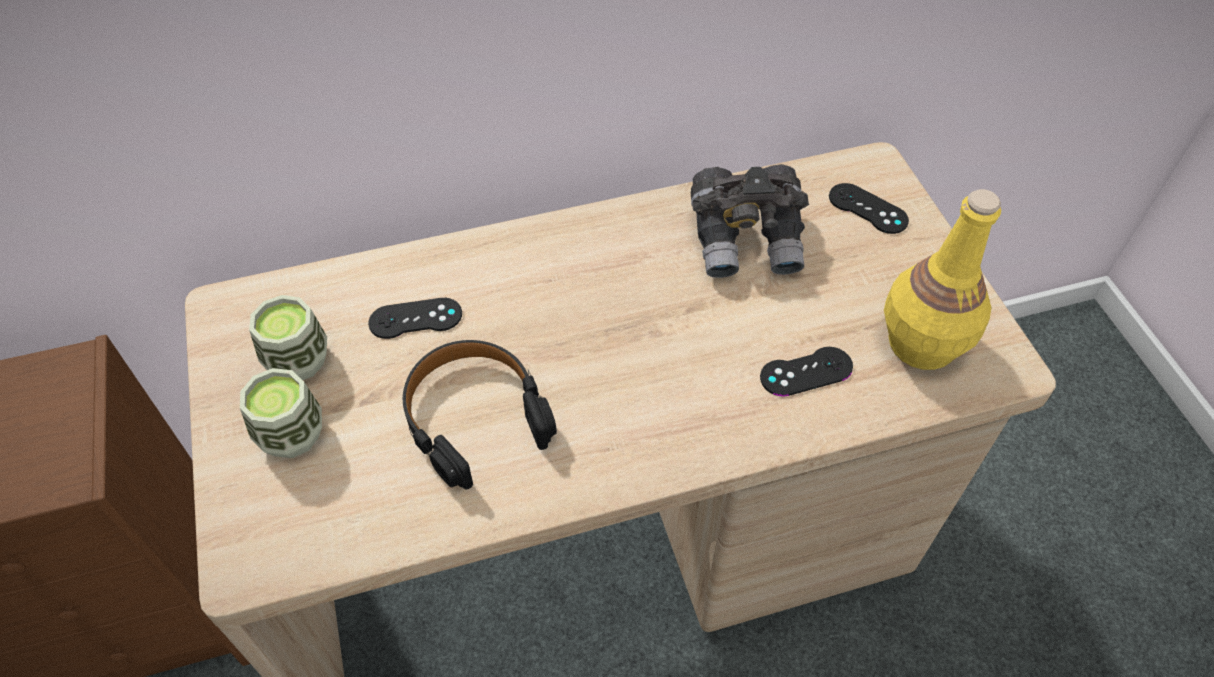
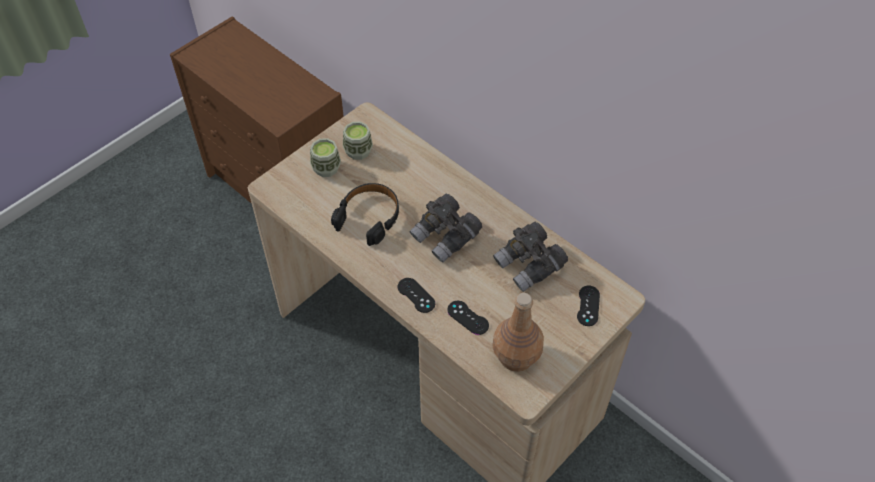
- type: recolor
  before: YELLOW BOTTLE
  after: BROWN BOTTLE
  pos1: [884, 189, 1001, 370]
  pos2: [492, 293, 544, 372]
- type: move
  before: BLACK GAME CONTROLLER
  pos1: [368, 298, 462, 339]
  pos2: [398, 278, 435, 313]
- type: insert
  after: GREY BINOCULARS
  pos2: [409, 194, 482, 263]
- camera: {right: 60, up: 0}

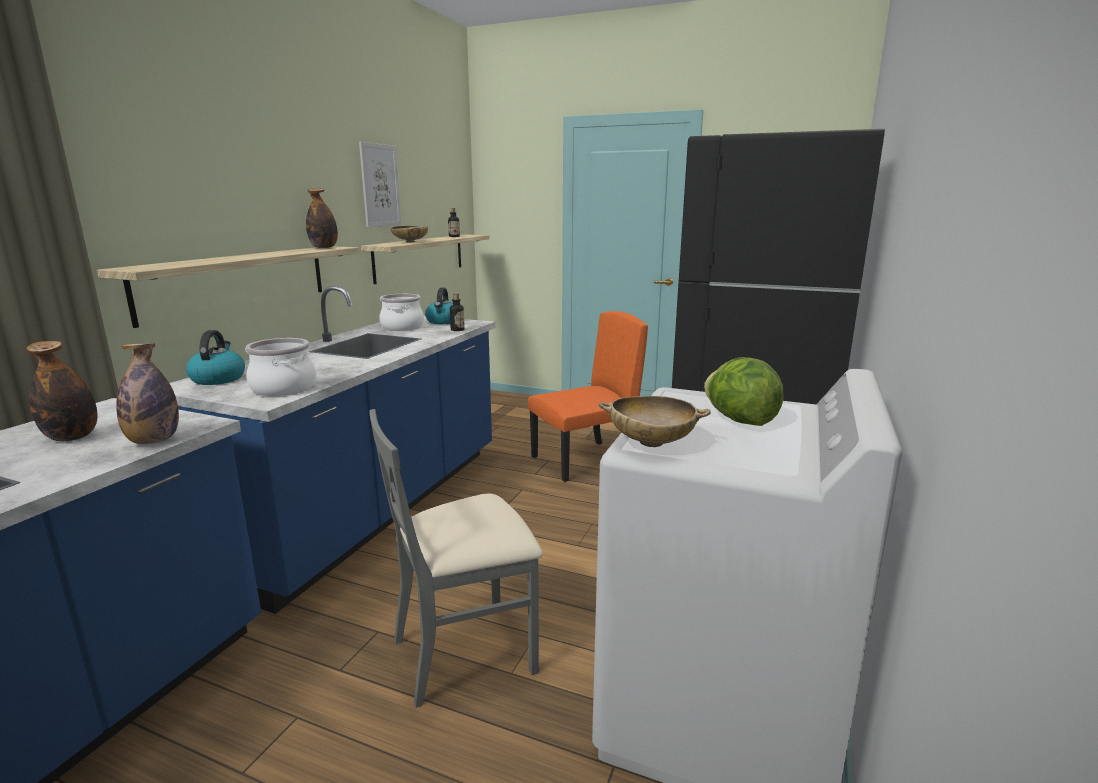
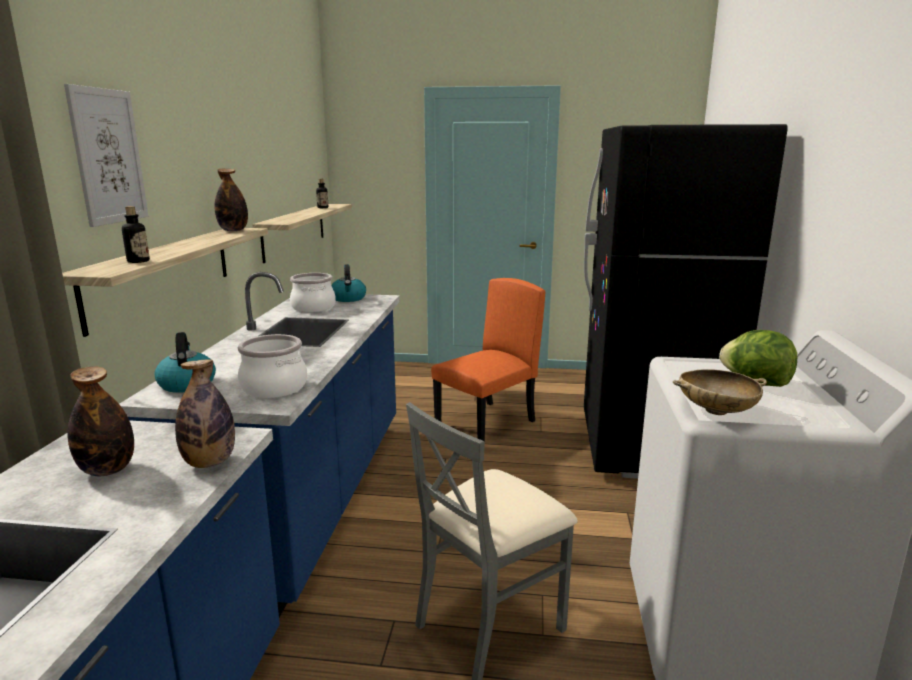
- type: move
  before: PICTURE
  pos1: [359, 142, 401, 227]
  pos2: [64, 84, 148, 227]
- type: delete
  before: BEIGE BOWL
  pos1: [391, 225, 428, 242]
- type: move
  before: BOTTLE
  pos1: [450, 294, 465, 331]
  pos2: [122, 206, 150, 263]
- camera: {right: -15, up: 0}

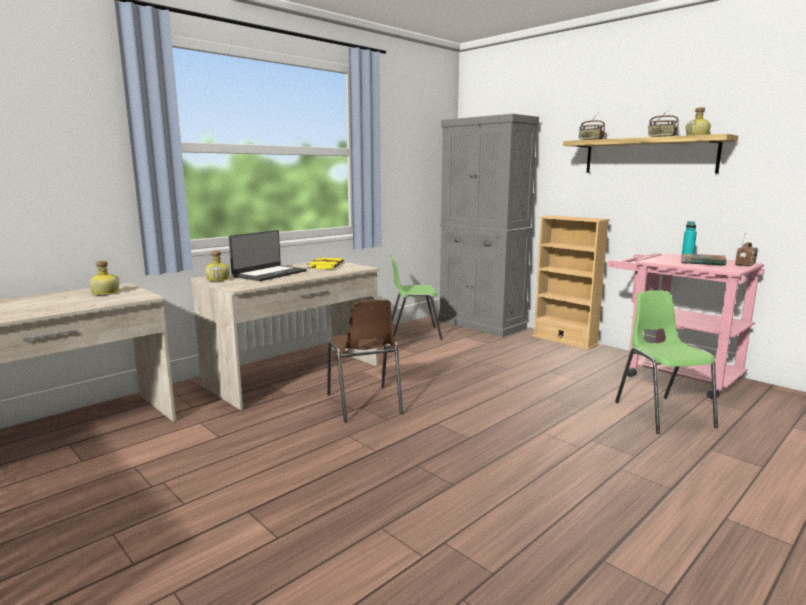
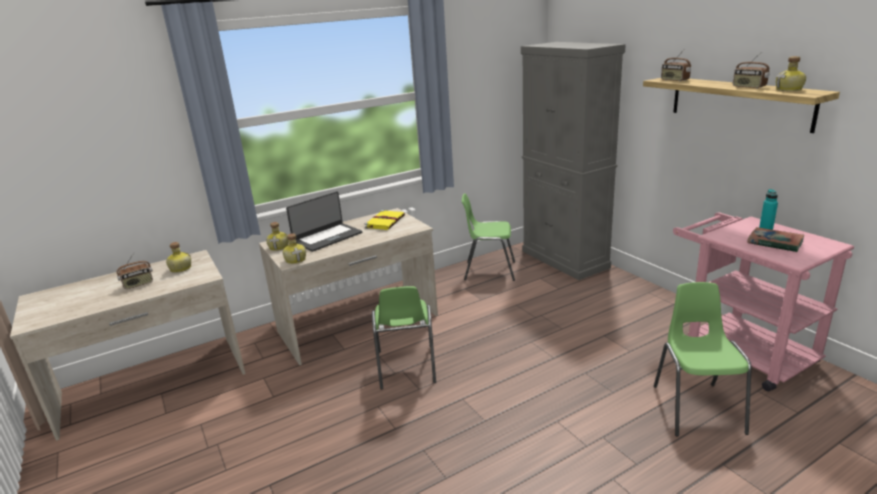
- type: delete
  before: BEIGE BOOKCASE
  pos1: [532, 215, 610, 350]
- type: move
  before: RADIO
  pos1: [735, 233, 758, 267]
  pos2: [116, 253, 153, 289]
- type: recolor
  before: BROWN CHAIR
  after: GREEN CHAIR
  pos1: [327, 299, 403, 422]
  pos2: [372, 286, 436, 389]
- type: insert
  after: BOTTLE
  pos2: [283, 233, 306, 264]
- camera: {right: 15, up: 10}

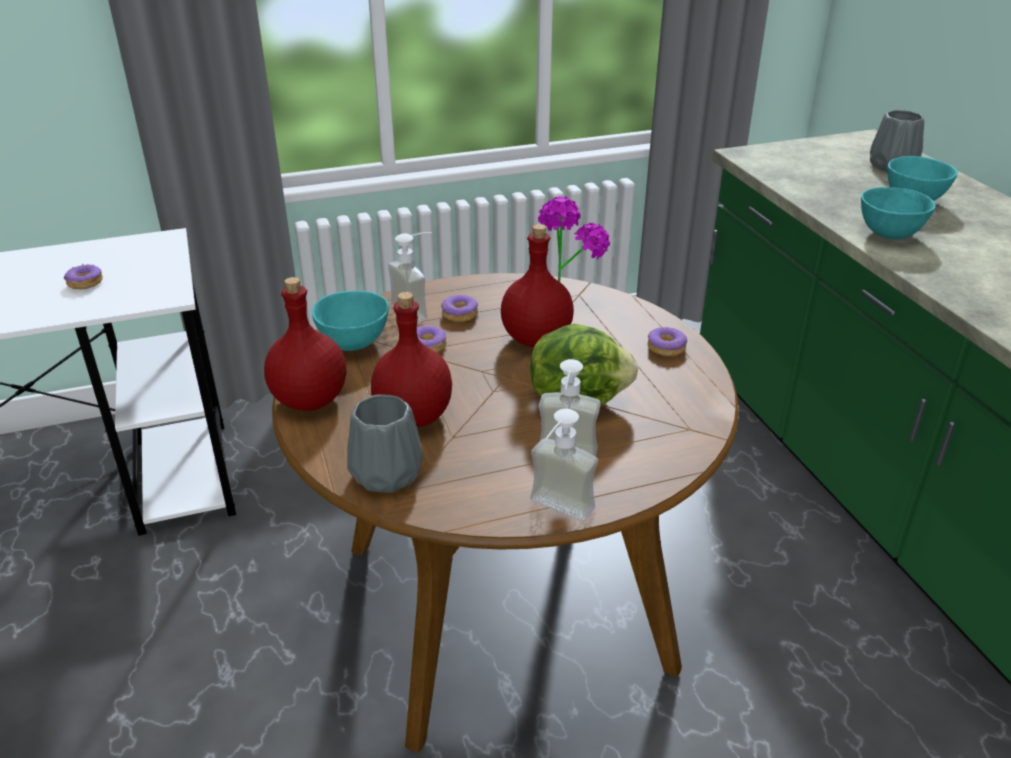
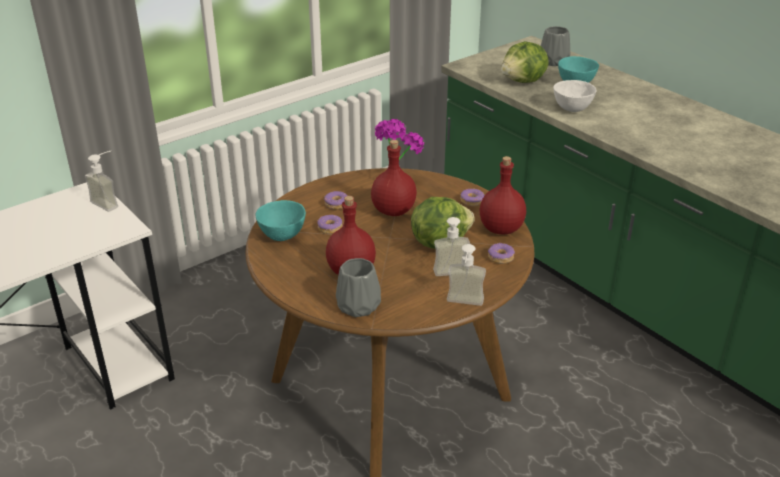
- type: recolor
  before: TURQUOISE BOWL
  after: WHITE BOWL
  pos1: [861, 187, 936, 239]
  pos2: [554, 80, 597, 112]
- type: move
  before: SOAP DISPENSER
  pos1: [388, 232, 432, 323]
  pos2: [85, 151, 118, 212]
- type: move
  before: DONUT
  pos1: [64, 264, 103, 289]
  pos2: [488, 243, 515, 264]
- type: move
  before: RED BOTTLE
  pos1: [264, 277, 346, 411]
  pos2: [479, 156, 526, 234]
- type: insert
  after: LETTUCE
  pos2: [501, 41, 549, 83]
- camera: {right: -20, up: 0}

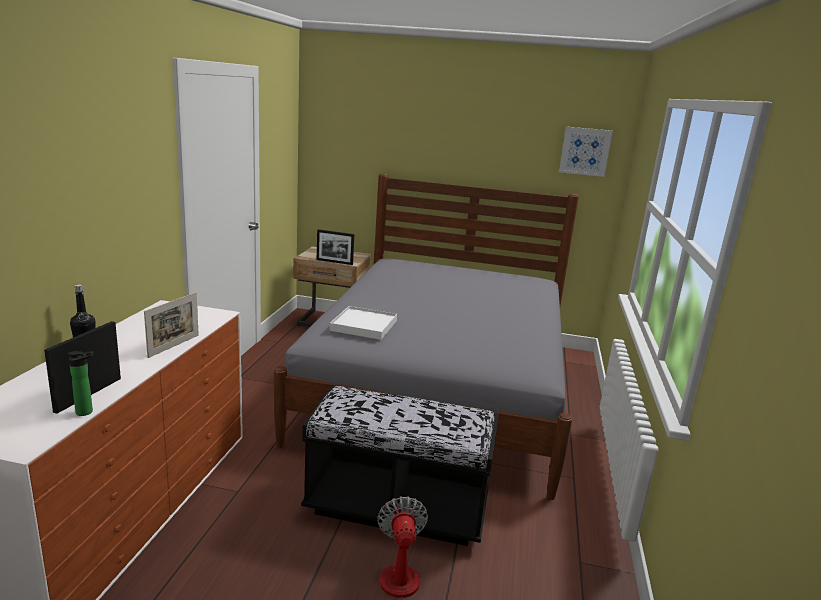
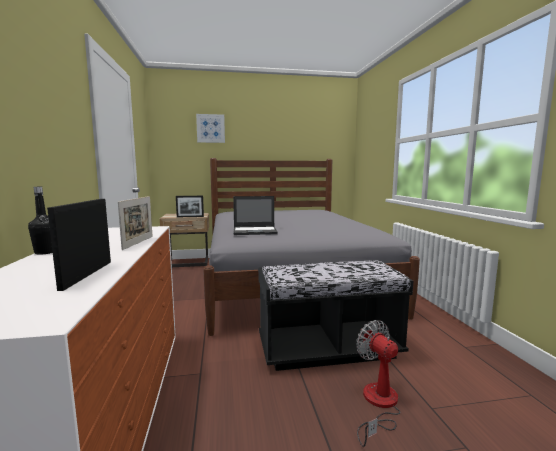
- type: move
  before: PICTURE
  pos1: [559, 127, 613, 177]
  pos2: [196, 114, 225, 143]
- type: replace
  before: WHITE TRAY
  after: LAPTOP
  pos1: [330, 306, 397, 340]
  pos2: [233, 196, 278, 235]
- type: delete
  before: BOTTLE
  pos1: [68, 351, 94, 416]
- camera: {right: -20, up: -10}

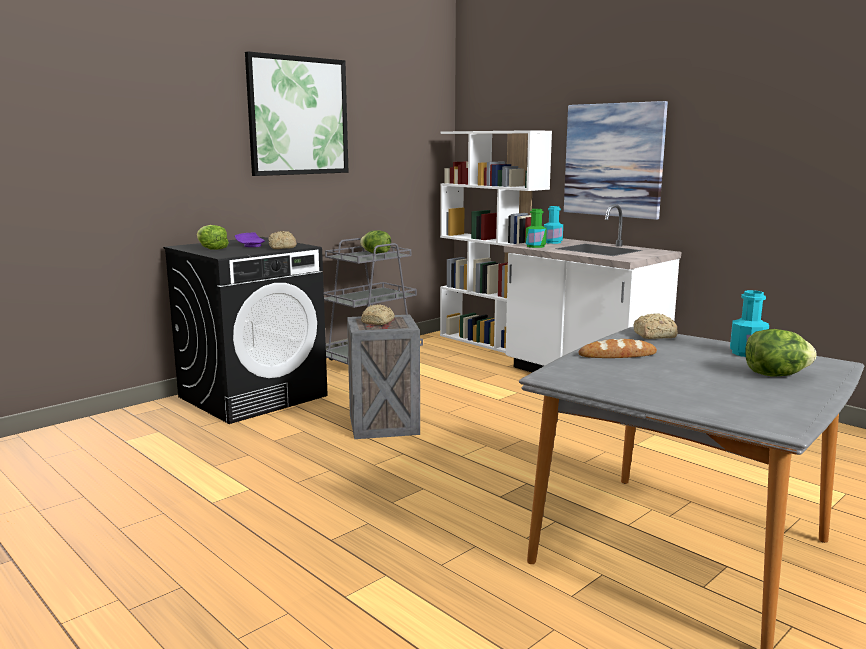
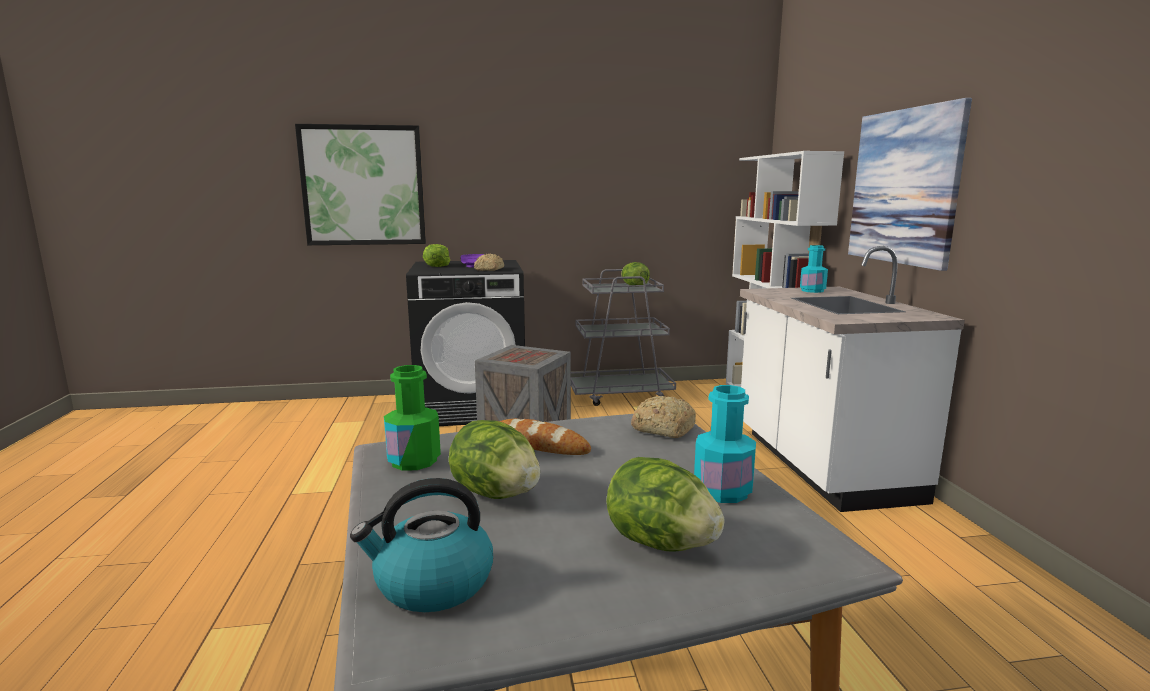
- type: move
  before: PICTURE
  pos1: [245, 51, 348, 176]
  pos2: [295, 124, 426, 245]
- type: move
  before: GREEN BOTTLE
  pos1: [525, 209, 547, 248]
  pos2: [384, 365, 441, 471]
- type: delete
  before: BREAD
  pos1: [361, 304, 395, 325]
- type: insert
  after: LETTUCE
  pos2: [448, 420, 540, 499]
- type: insert
  after: KETTLE
  pos2: [350, 478, 493, 612]
- camera: {right: 35, up: 0}

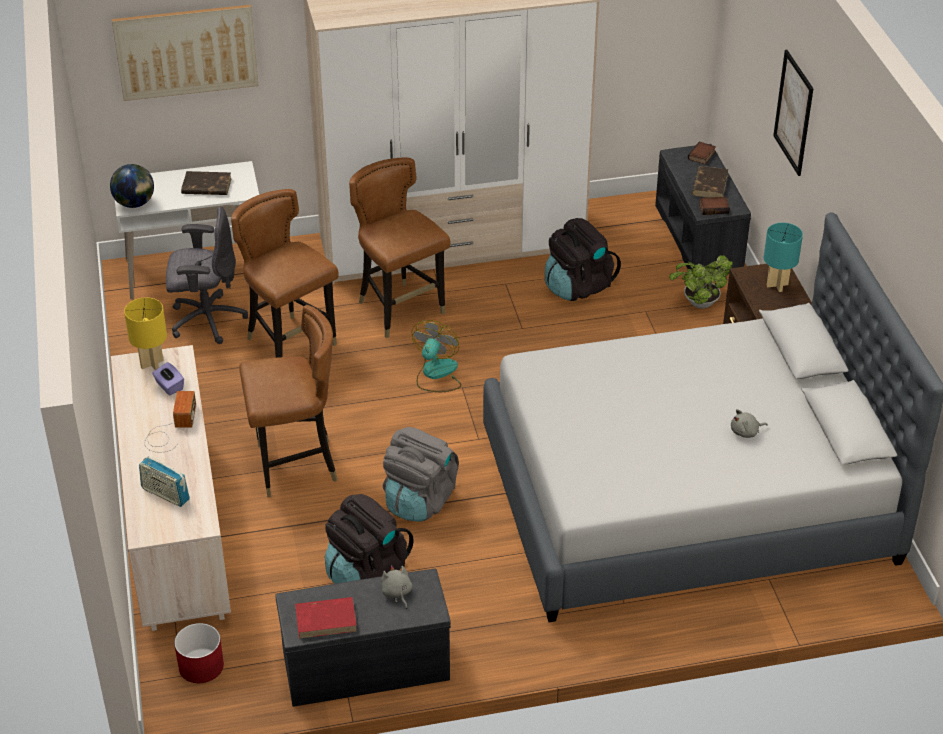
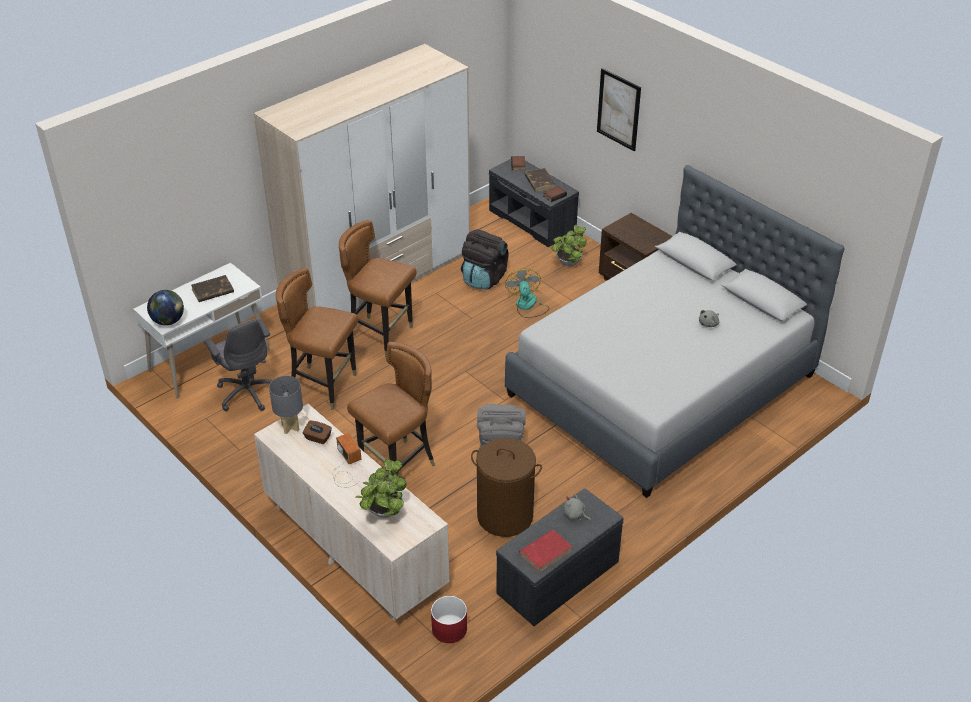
- type: delete
  before: PICTURE
  pos1: [112, 5, 258, 101]
- type: rotate
  before: GREY OFFICE CHAIR
  pos1: [166, 206, 248, 344]
  pos2: [204, 319, 273, 411]
  turn: 90
- type: delete
  before: TURQUOISE TABLE LAMP
  pos1: [764, 223, 803, 292]
- type: recolor
  before: YELLOW TABLE LAMP
  after: GREY TABLE LAMP
  pos1: [124, 297, 167, 370]
  pos2: [269, 376, 303, 434]
- type: move
  before: FAN
  pos1: [411, 320, 461, 392]
  pos2: [505, 268, 550, 318]
- type: recolor
  before: PURPLE TISSUE BOX
  after: BROWN TISSUE BOX
  pos1: [152, 362, 184, 395]
  pos2: [303, 421, 332, 444]
- type: replace
  before: RADIO
  after: POTTED PLANT
  pos1: [139, 456, 190, 507]
  pos2: [356, 459, 407, 518]
- type: replace
  before: BLACK BACKPACK
  after: BROWN LAUNDRY BASKET
  pos1: [325, 494, 414, 584]
  pos2: [471, 438, 542, 537]
- camera: {right: -30, up: 0}

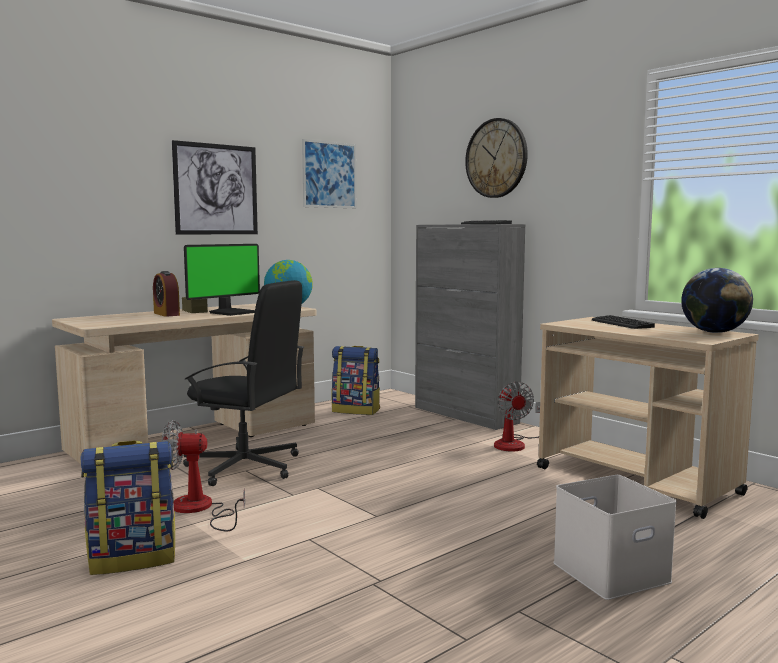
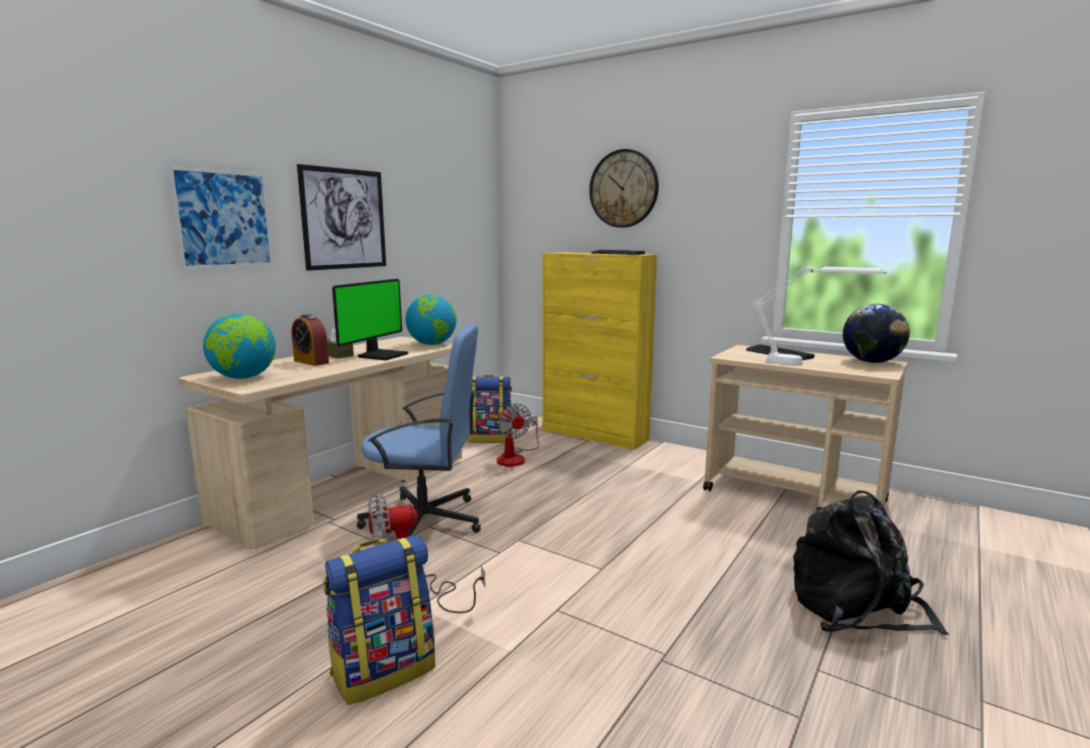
- type: move
  before: PICTURE
  pos1: [302, 139, 356, 208]
  pos2: [168, 166, 274, 270]
- type: recolor
  before: GREY CABINET
  after: YELLOW CABINET
  pos1: [415, 224, 525, 430]
  pos2: [542, 252, 657, 450]
- type: recolor
  before: BLACK OFFICE CHAIR
  after: BLUE OFFICE CHAIR
  pos1: [183, 280, 304, 486]
  pos2: [357, 324, 481, 537]
- type: move
  before: FAN
  pos1: [494, 382, 540, 451]
  pos2: [497, 404, 539, 467]
- type: replace
  before: WHITE STORAGE BOX
  after: BLACK BACKPACK
  pos1: [553, 475, 677, 600]
  pos2: [793, 491, 949, 635]
- type: insert
  after: WHITE TABLE LAMP
  pos2: [753, 264, 887, 365]
- type: insert
  after: GLOBE
  pos2: [203, 314, 276, 379]
- camera: {right: -15, up: 5}

